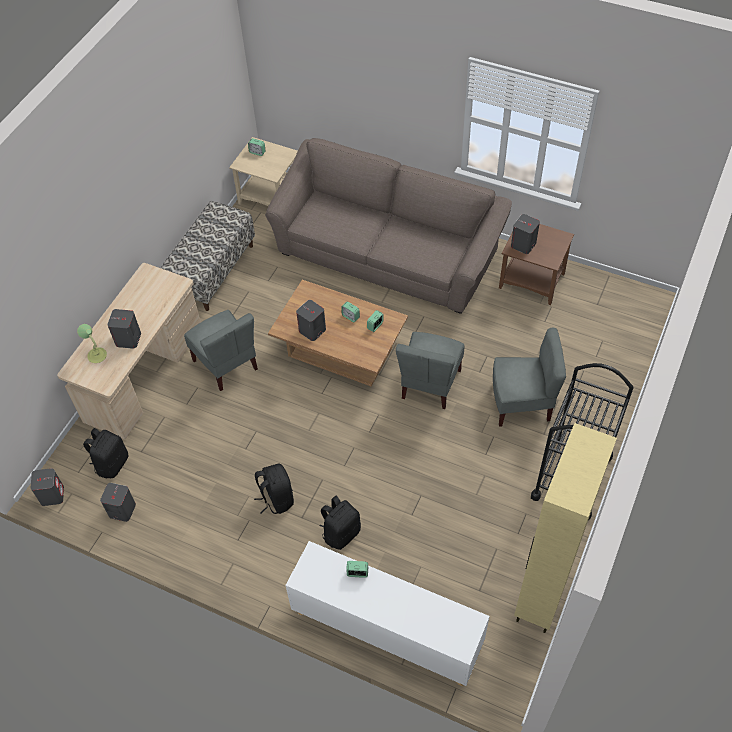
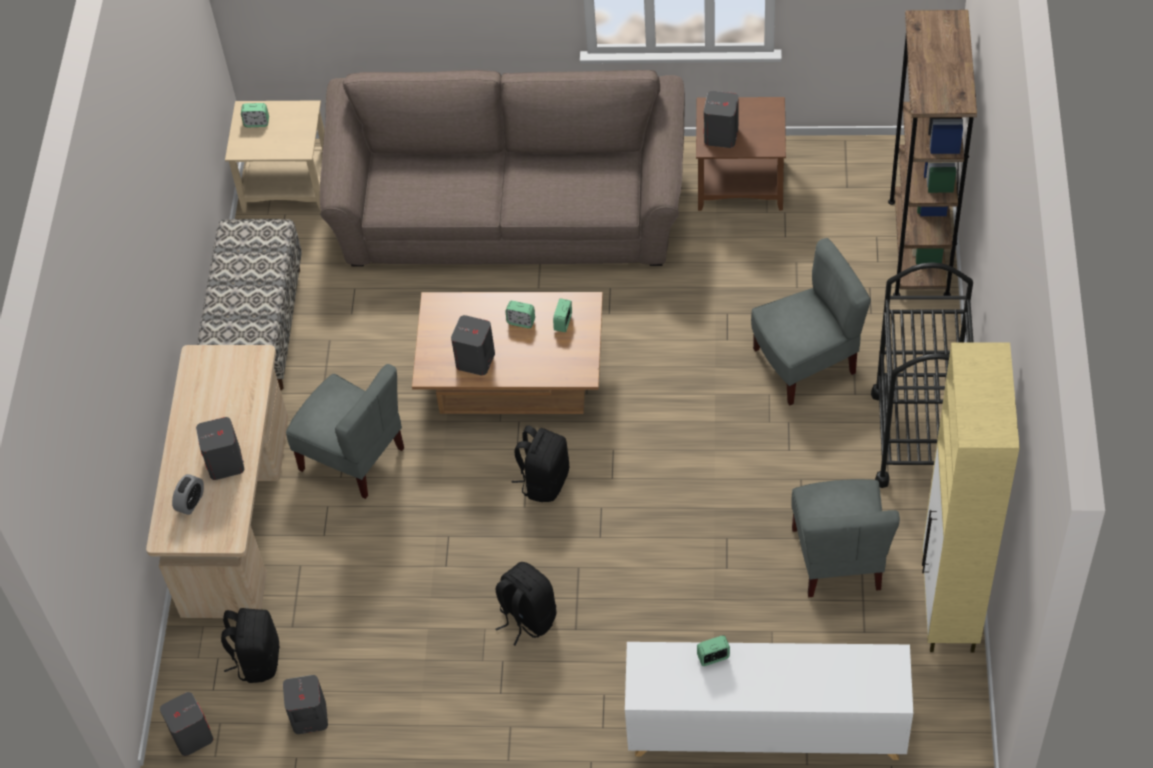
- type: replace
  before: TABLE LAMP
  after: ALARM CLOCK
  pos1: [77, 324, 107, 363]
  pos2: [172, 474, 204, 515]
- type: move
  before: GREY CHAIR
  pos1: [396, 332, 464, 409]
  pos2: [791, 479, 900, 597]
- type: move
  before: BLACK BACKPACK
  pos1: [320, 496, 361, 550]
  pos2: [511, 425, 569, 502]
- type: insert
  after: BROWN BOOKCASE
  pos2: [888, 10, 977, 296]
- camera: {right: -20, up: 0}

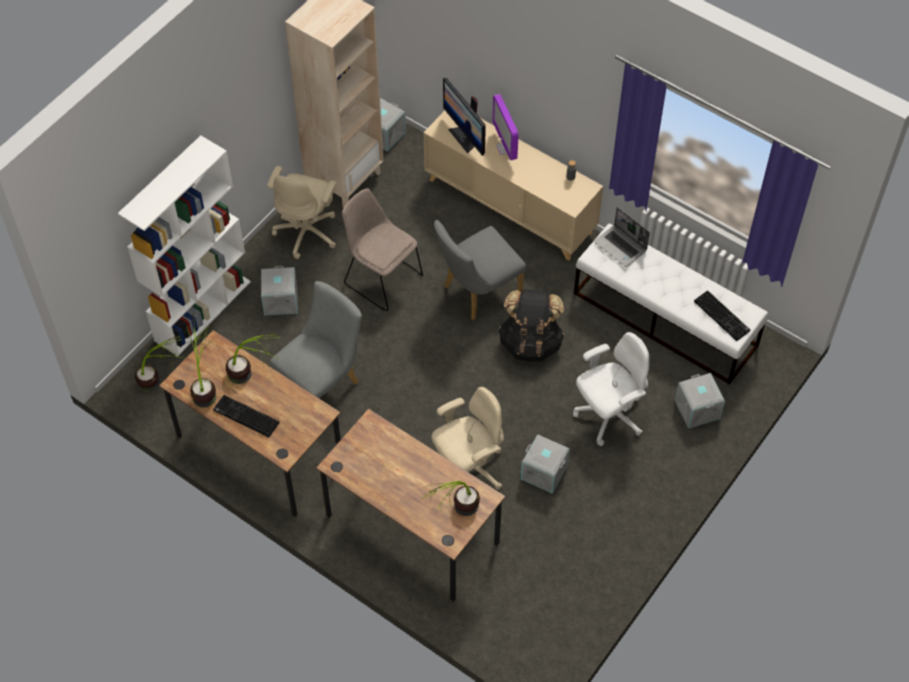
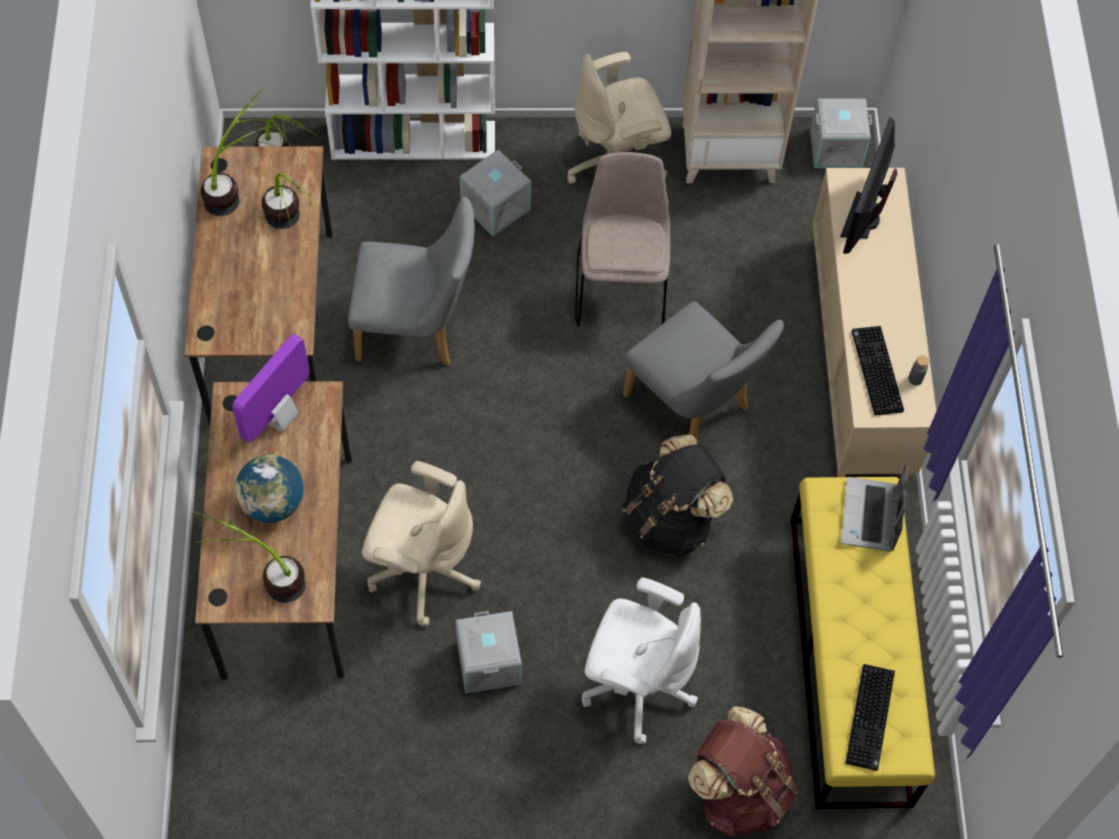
- type: move
  before: MONITOR
  pos1: [492, 94, 519, 160]
  pos2: [232, 334, 310, 443]
- type: rotate
  before: GREY CHAIR
  pos1: [434, 220, 526, 320]
  pos2: [623, 301, 784, 439]
  turn: -150
- type: recolor
  before: WHITE BENCH
  after: YELLOW BENCH
  pos1: [574, 223, 768, 385]
  pos2: [791, 477, 935, 809]
- type: replace
  before: GREY STORAGE BOX
  after: BROWN BACKPACK
  pos1: [675, 373, 725, 429]
  pos2: [688, 706, 799, 837]
- type: move
  before: KEYBOARD
  pos1: [213, 395, 279, 437]
  pos2: [852, 326, 904, 415]
- type: insert
  after: GLOBE
  pos2: [235, 455, 304, 523]
- camera: {right: 50, up: 5}

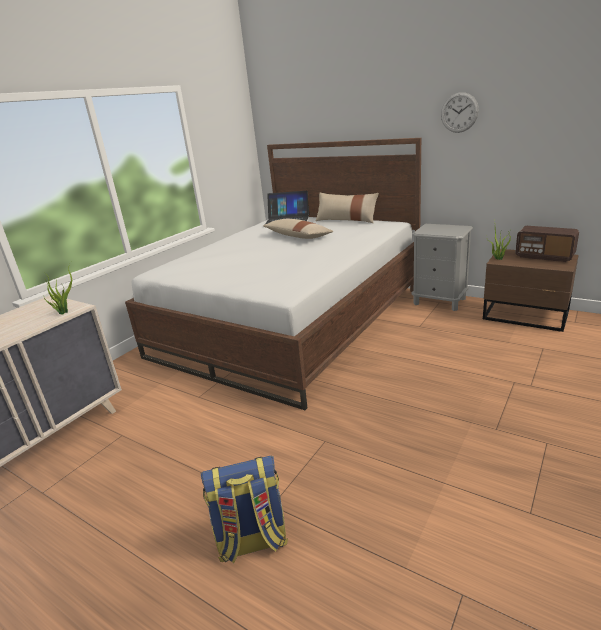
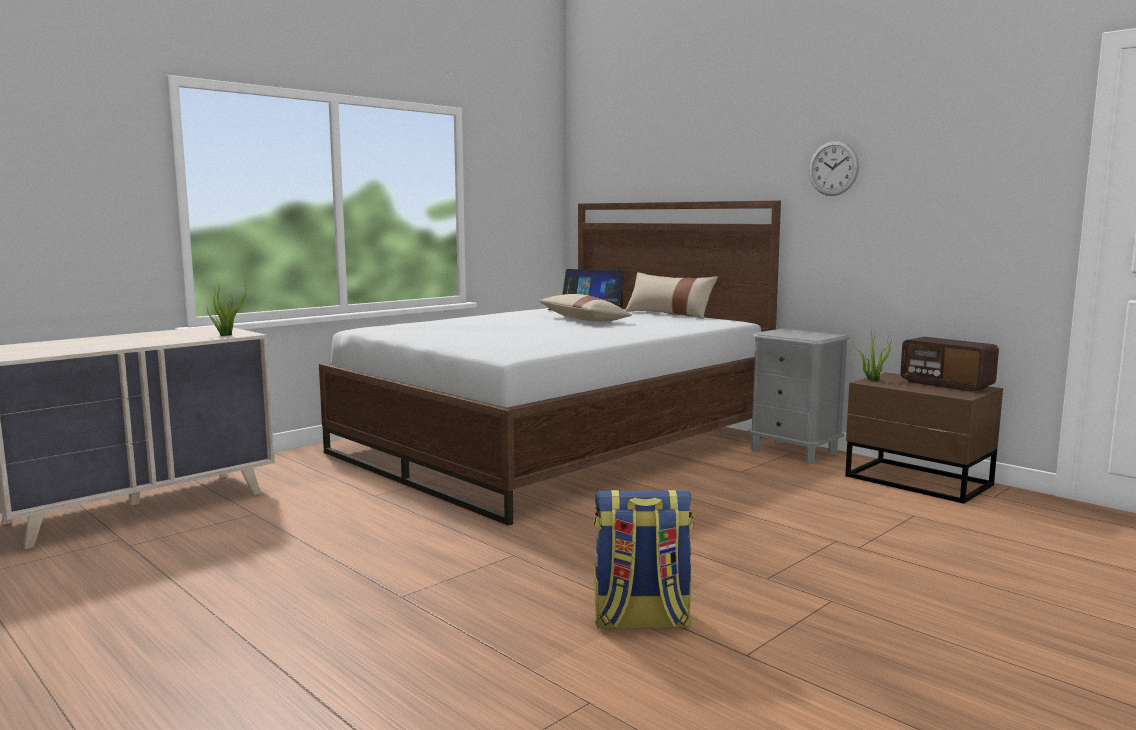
- type: move
  before: BACKPACK
  pos1: [201, 456, 288, 563]
  pos2: [594, 490, 693, 629]
- camera: {right: 10, up: -15}

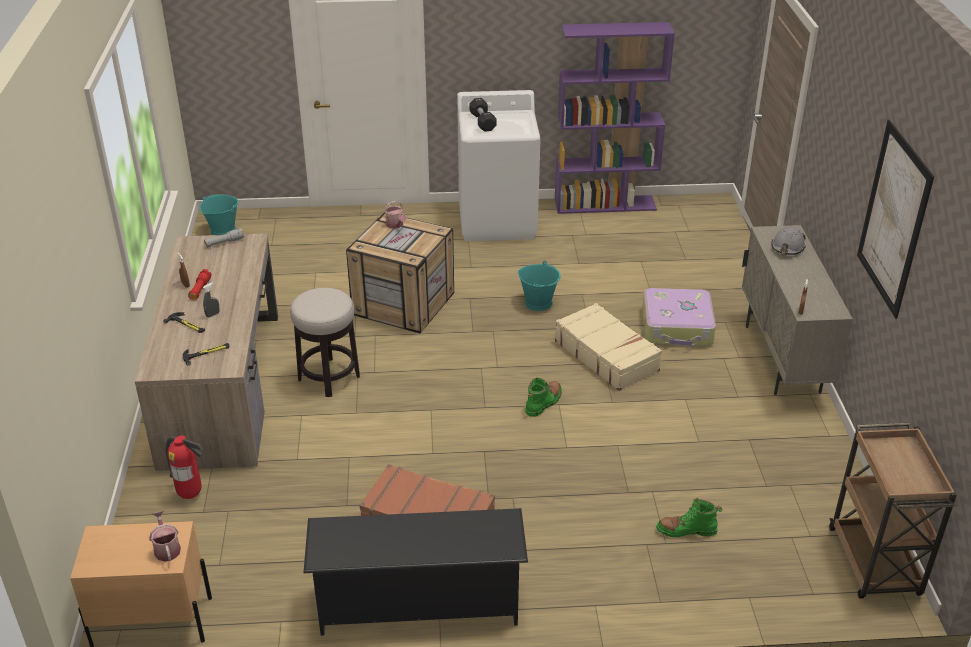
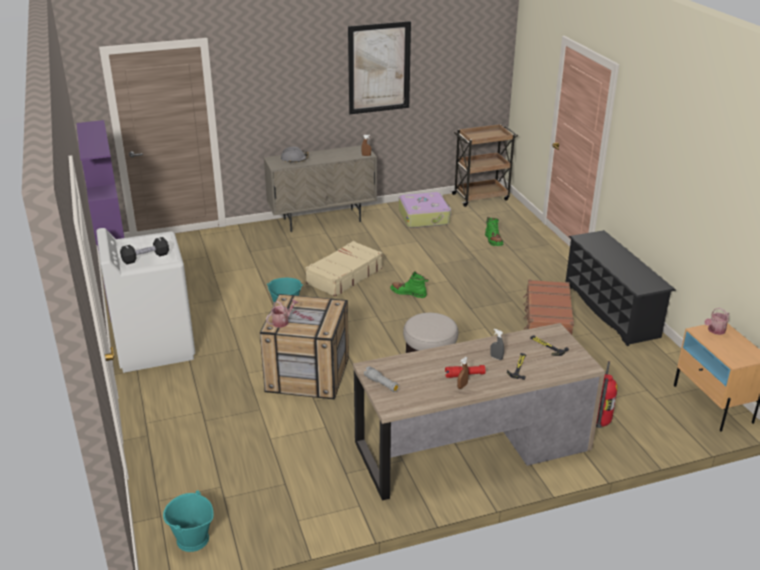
- type: move
  before: SUITCASE
  pos1: [642, 288, 716, 346]
  pos2: [399, 192, 451, 228]
- camera: {right: -105, up: -5}

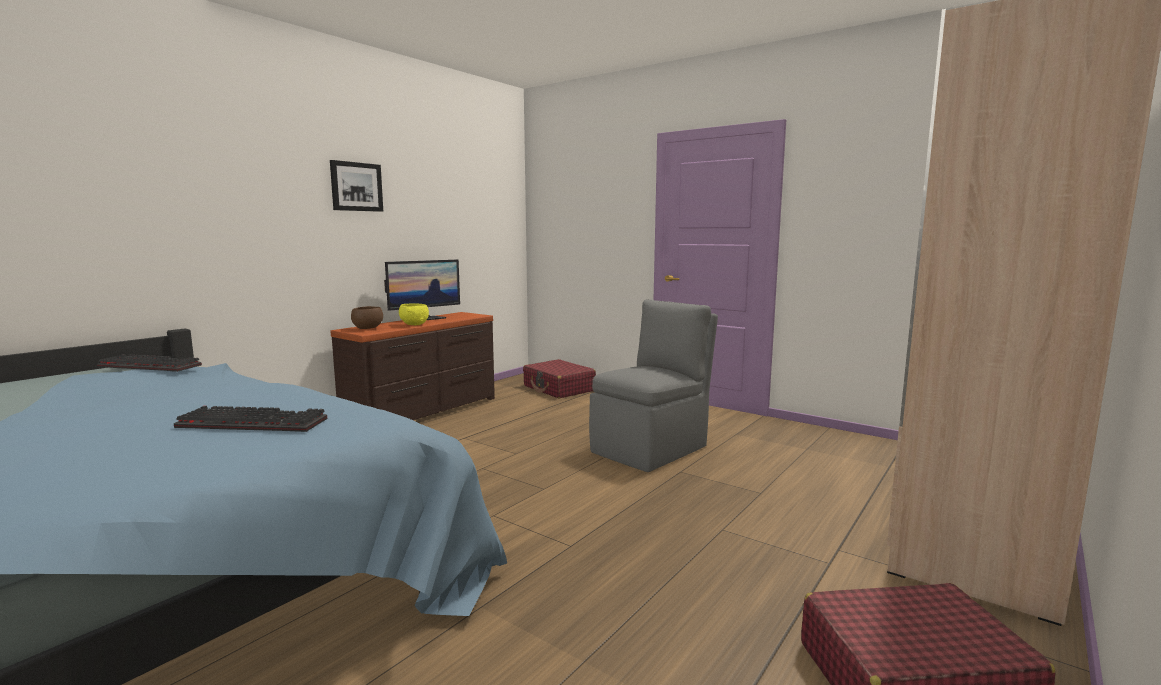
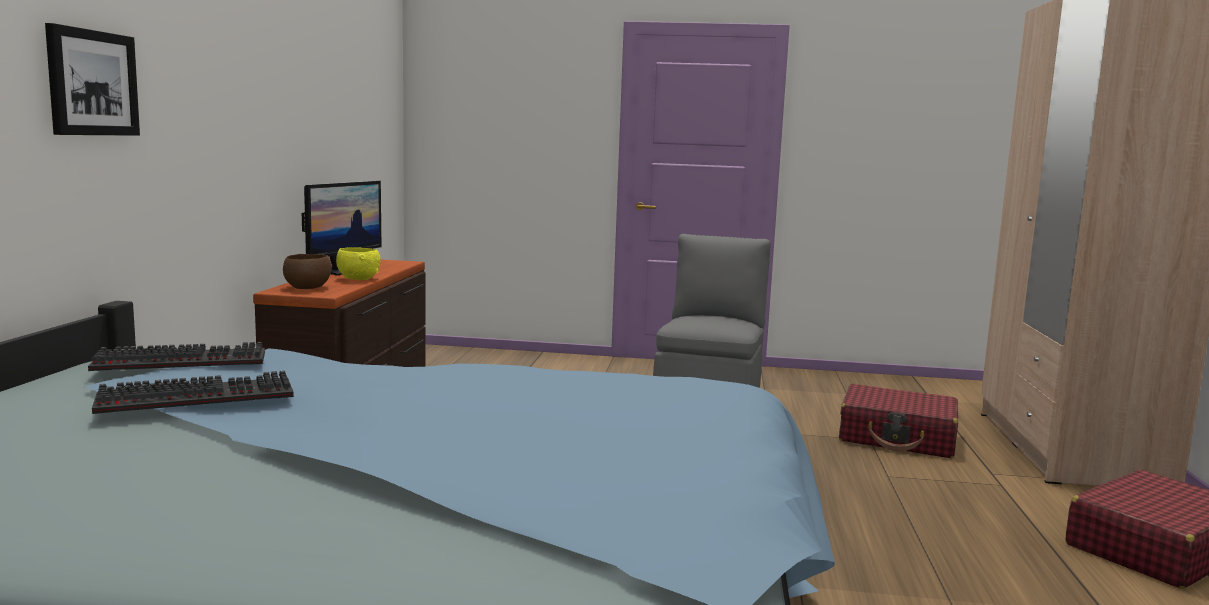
- type: move
  before: PICTURE
  pos1: [330, 160, 383, 212]
  pos2: [45, 23, 140, 136]
- type: move
  before: RED SUITCASE
  pos1: [523, 359, 596, 398]
  pos2: [839, 384, 958, 458]
- type: move
  before: KEYBOARD
  pos1: [174, 406, 327, 432]
  pos2: [92, 371, 294, 414]
- camera: {right: -30, up: 0}

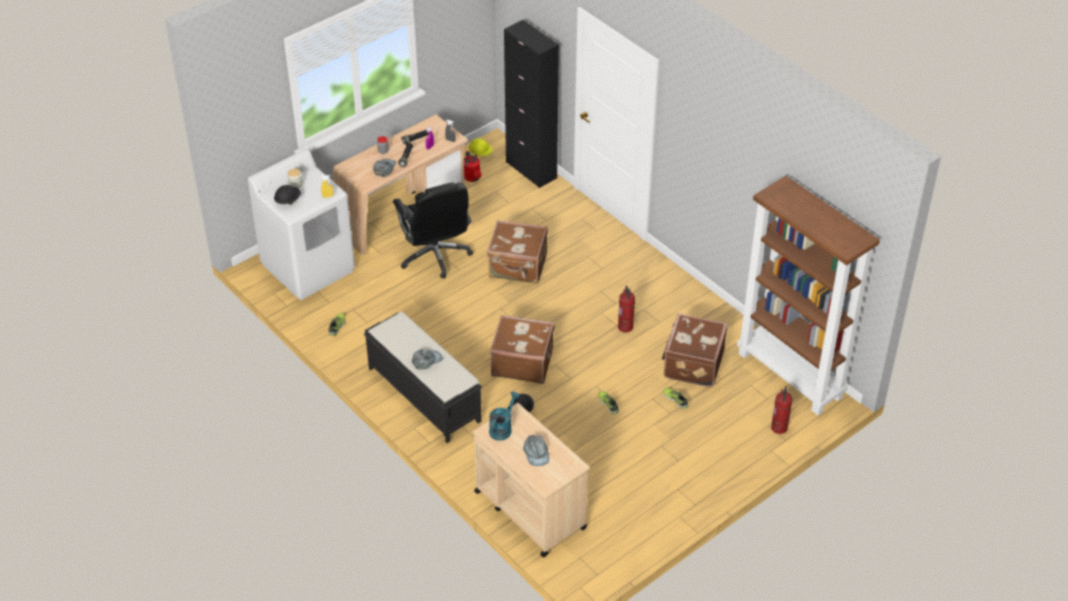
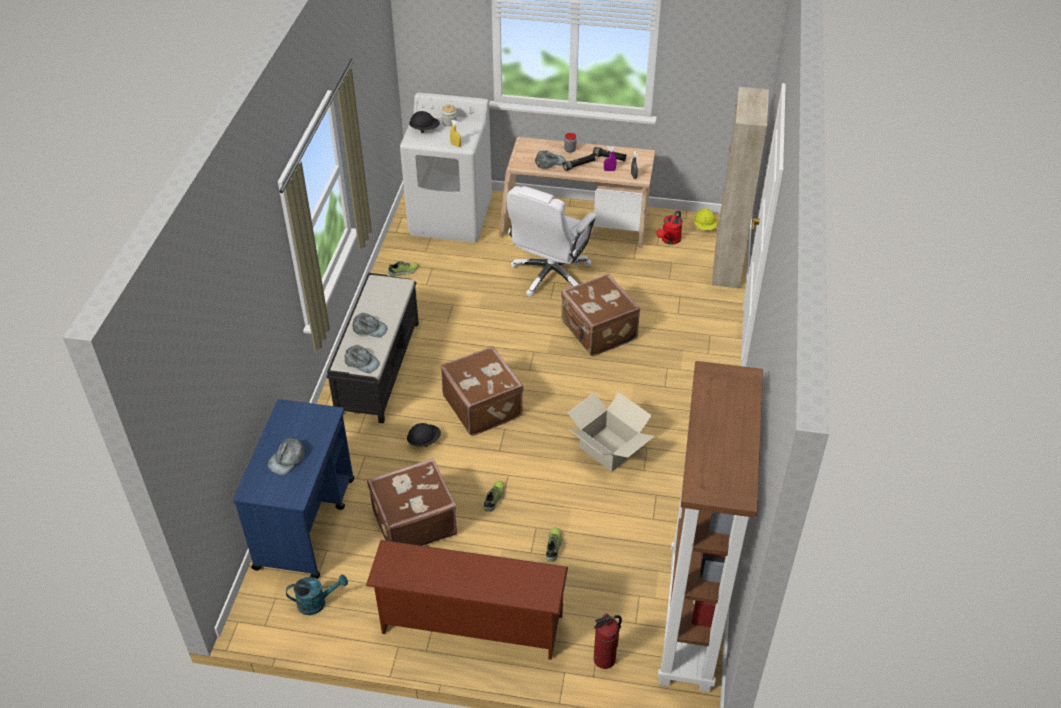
- type: recolor
  before: BLACK CABINET
  after: BEIGE CABINET
  pos1: [504, 20, 559, 188]
  pos2: [712, 87, 769, 288]
- type: recolor
  before: BLACK OFFICE CHAIR
  after: WHITE OFFICE CHAIR
  pos1: [393, 182, 473, 279]
  pos2: [507, 186, 597, 297]
- type: replace
  before: FIRE EXTINGUISHER
  after: CARDBOARD BOX
  pos1: [618, 286, 635, 333]
  pos2: [567, 392, 655, 472]
- type: move
  before: BROWN SUITCASE
  pos1: [662, 313, 727, 387]
  pos2: [367, 458, 457, 546]
- type: move
  before: TURQUOISE WATERING CAN
  pos1: [489, 392, 520, 441]
  pos2: [286, 575, 348, 615]
- type: recolor
  before: BEIGE CART
  after: BLUE CART
  pos1: [473, 403, 590, 557]
  pos2: [233, 399, 355, 579]
- type: insert
  after: GREY CAP
  pos2: [345, 345, 380, 373]
- type: insert
  after: BROWN SHOE RACK
  pos2: [366, 540, 568, 660]
- camera: {right: 50, up: 0}

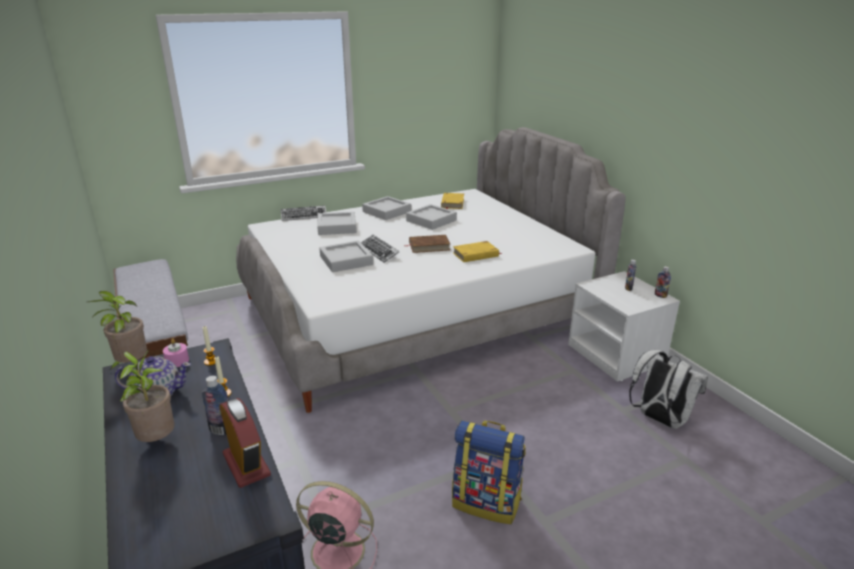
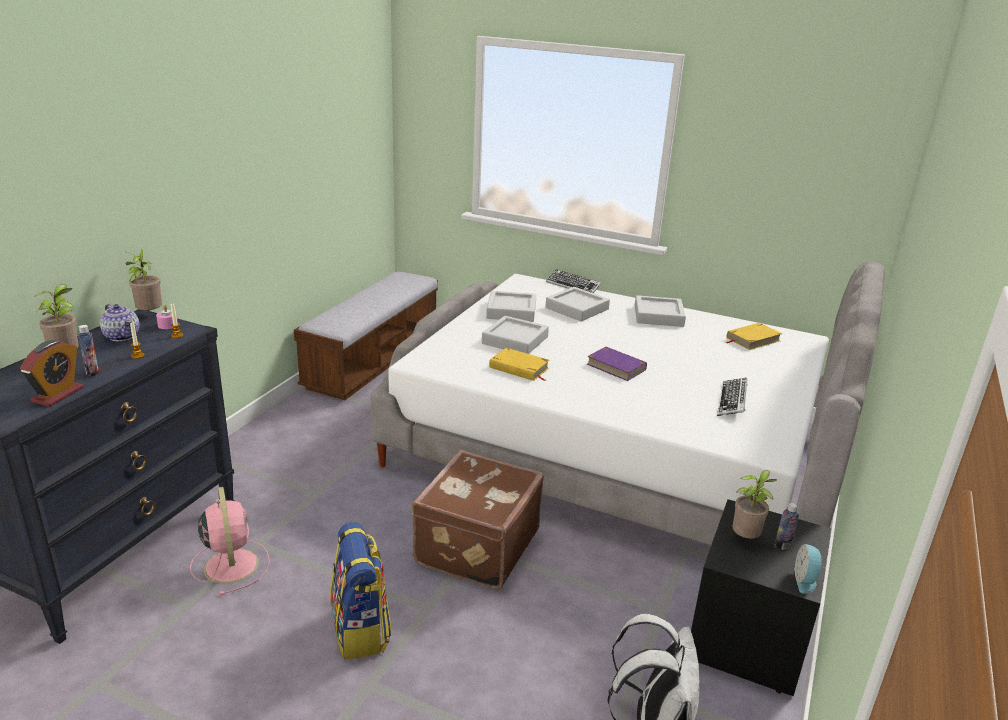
- type: move
  before: GREY TRAY
  pos1: [406, 204, 457, 230]
  pos2: [486, 291, 536, 322]
- type: move
  before: KEYBOARD
  pos1: [361, 235, 399, 263]
  pos2: [717, 378, 748, 416]
- type: recolor
  before: BROWN BOOK
  after: PURPLE BOOK
  pos1: [406, 235, 450, 253]
  pos2: [587, 347, 647, 381]
- type: move
  before: YELLOW BOOK
  pos1: [453, 241, 502, 262]
  pos2: [489, 348, 550, 381]
- type: replace
  before: BOTTLE
  after: ALARM CLOCK
  pos1: [655, 266, 671, 298]
  pos2: [794, 544, 825, 593]
- type: recolor
  before: WHITE NIGHTSTAND
  after: BLACK NIGHTSTAND
  pos1: [568, 271, 680, 381]
  pos2: [691, 499, 831, 696]
- type: insert
  after: BROWN SUITCASE
  pos2: [412, 450, 544, 589]
- type: insert
  after: POTTED PLANT
  pos2: [732, 470, 776, 539]
- camera: {right: 50, up: 0}

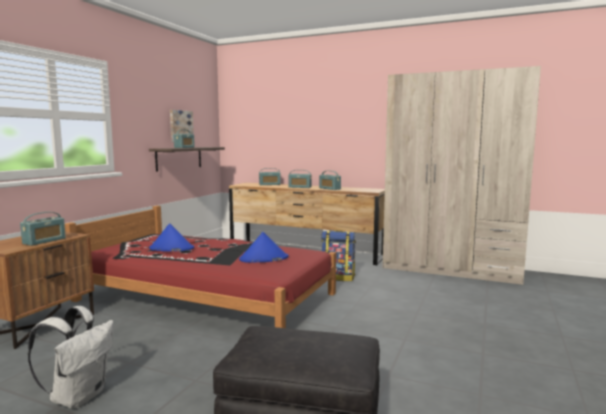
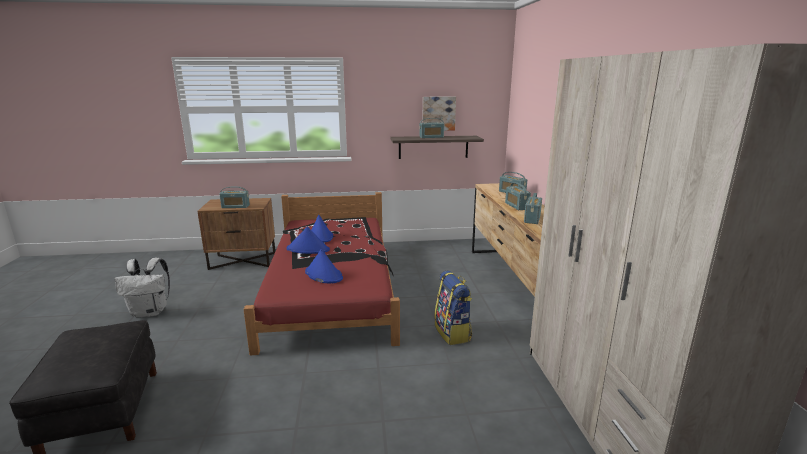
- type: insert
  after: BLUE HAT
  pos2: [286, 226, 330, 254]
- camera: {right: 60, up: 10}

